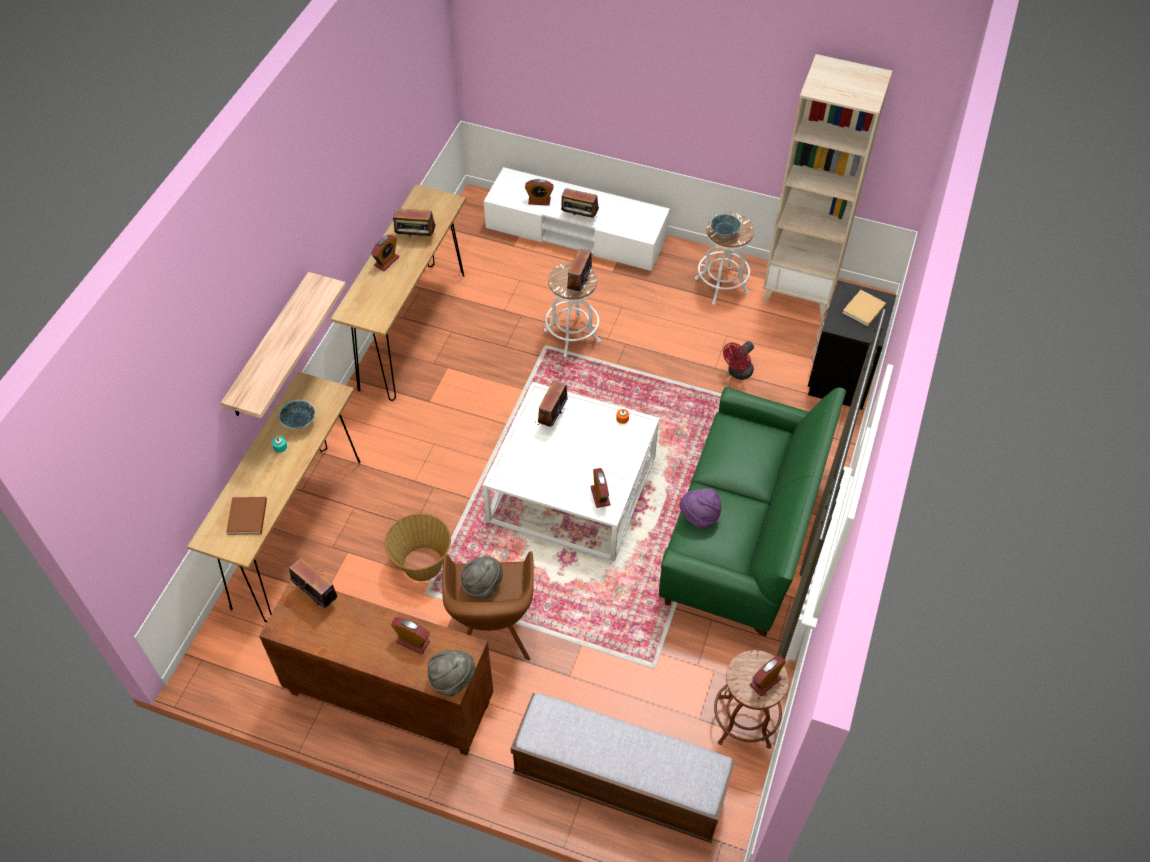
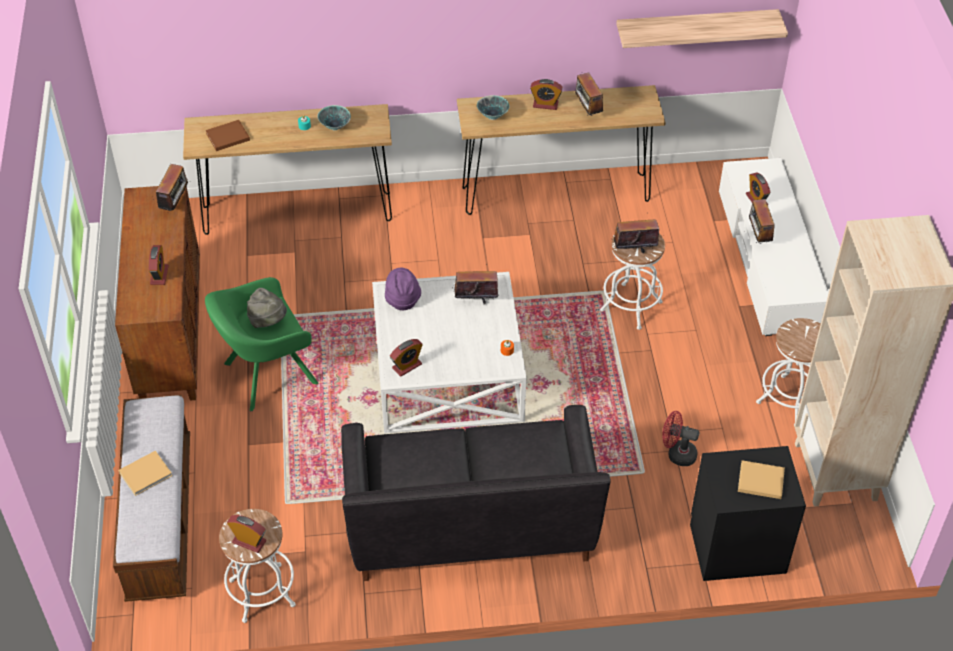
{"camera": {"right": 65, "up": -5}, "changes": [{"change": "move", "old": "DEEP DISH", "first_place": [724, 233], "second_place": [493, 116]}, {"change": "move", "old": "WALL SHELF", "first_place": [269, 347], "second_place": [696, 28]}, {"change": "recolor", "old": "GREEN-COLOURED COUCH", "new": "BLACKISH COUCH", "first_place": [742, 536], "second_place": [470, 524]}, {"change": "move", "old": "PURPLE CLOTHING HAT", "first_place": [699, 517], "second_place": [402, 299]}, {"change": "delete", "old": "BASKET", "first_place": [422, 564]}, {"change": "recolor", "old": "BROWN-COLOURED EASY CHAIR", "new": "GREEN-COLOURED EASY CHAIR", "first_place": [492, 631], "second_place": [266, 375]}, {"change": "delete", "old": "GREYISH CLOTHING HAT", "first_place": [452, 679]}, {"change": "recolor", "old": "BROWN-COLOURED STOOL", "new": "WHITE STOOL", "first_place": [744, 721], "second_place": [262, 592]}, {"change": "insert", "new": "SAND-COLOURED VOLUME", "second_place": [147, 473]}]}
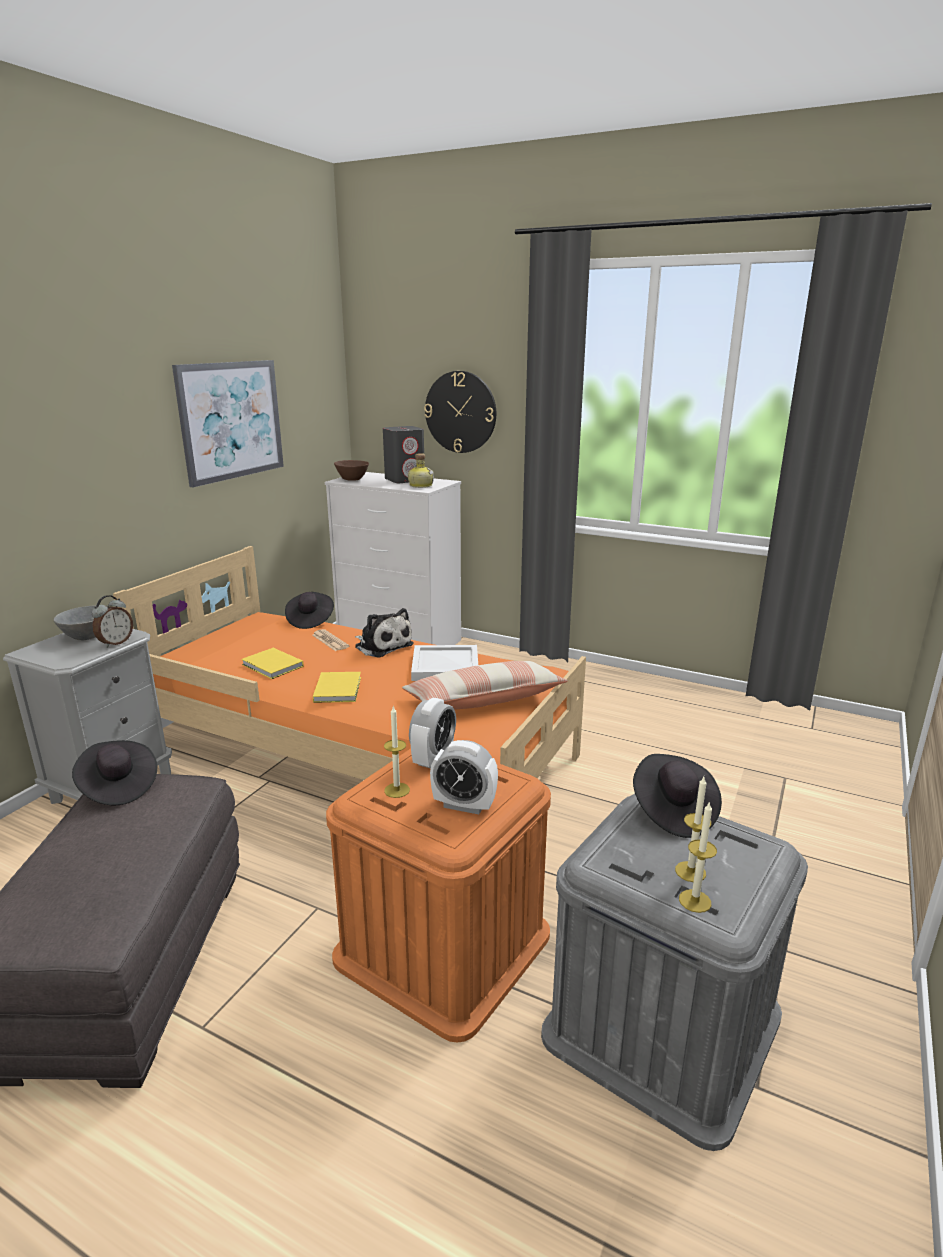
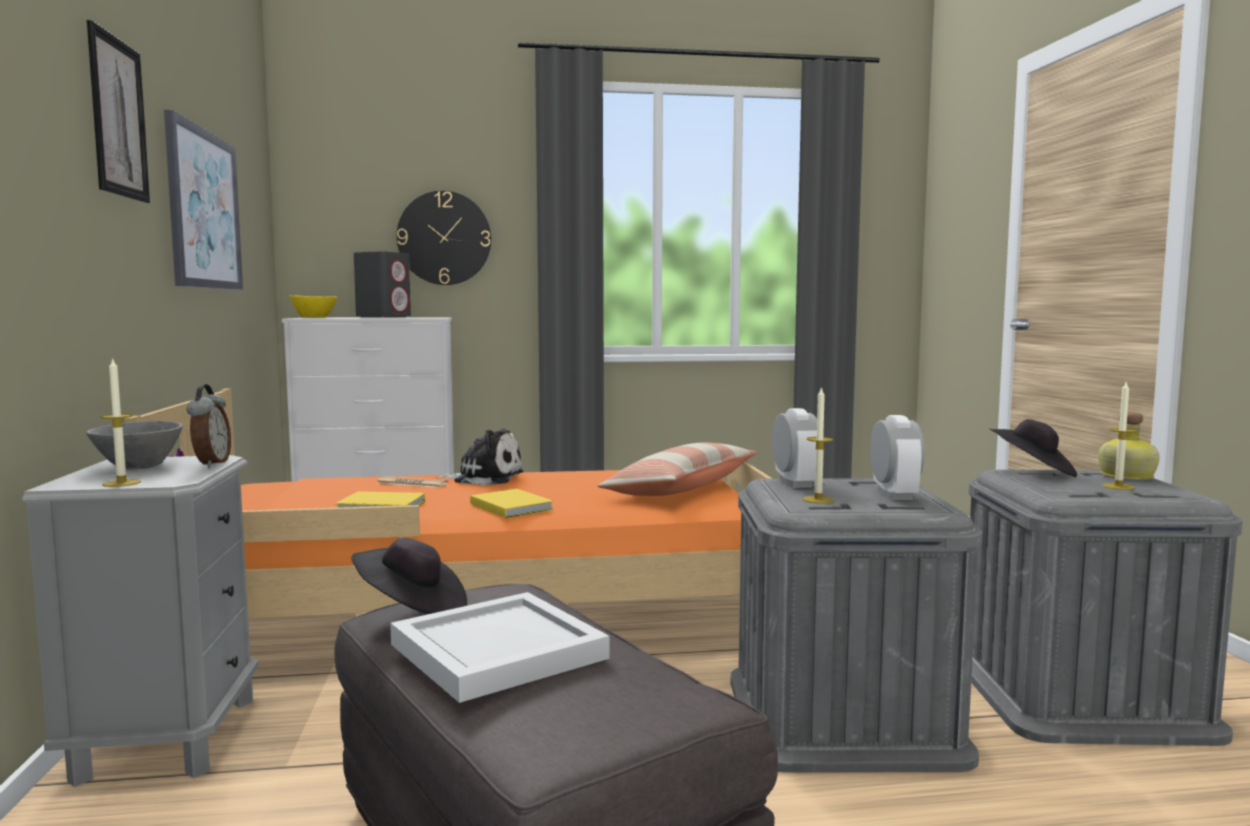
{"camera": {"right": -35, "up": -15}, "changes": [{"change": "move", "old": "DRINK BOTTLE", "first_place": [420, 485], "second_place": [1124, 476]}, {"change": "recolor", "old": "BROWN-COLOURED DEEP DISH", "new": "YELLOW-COLOURED DEEP DISH", "first_place": [352, 479], "second_place": [314, 317]}, {"change": "delete", "old": "BLACKISH CLOTHING HAT", "first_place": [310, 620]}, {"change": "move", "old": "WHITE SERVING TRAY", "first_place": [444, 666], "second_place": [494, 651]}, {"change": "rotate", "old": "BEDSIDE CLOCK", "first_place": [464, 805], "second_place": [894, 495], "degrees": -75}, {"change": "recolor", "old": "ORANGE-COLOURED STORAGE CONTAINER", "new": "GREYISH STORAGE CONTAINER", "first_place": [443, 945], "second_place": [842, 717]}, {"change": "move", "old": "CANDLE", "first_place": [694, 901], "second_place": [121, 483]}, {"change": "insert", "new": "PICTURE", "second_place": [118, 118]}]}
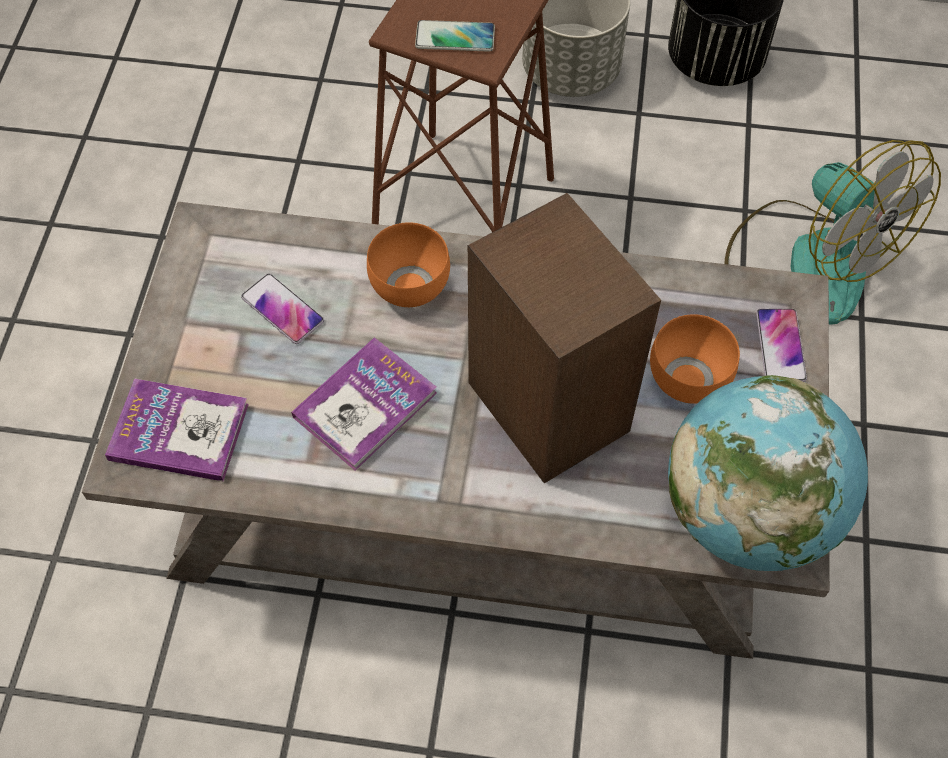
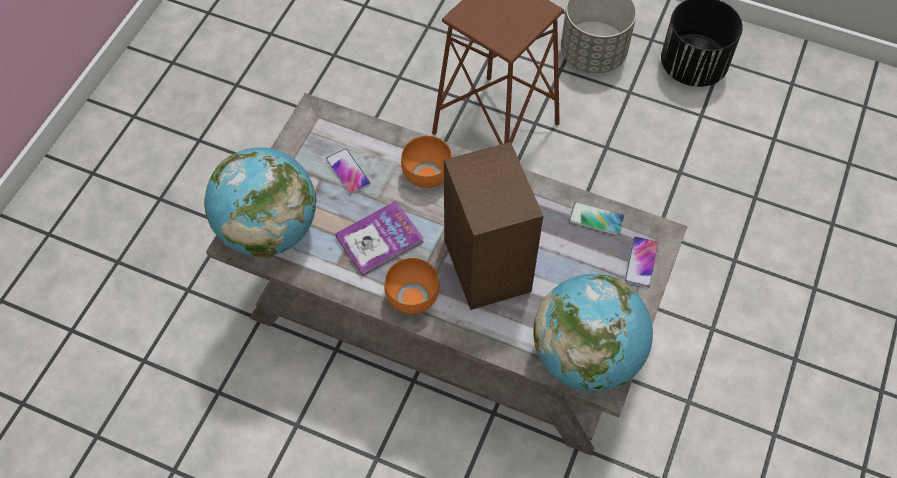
{"camera": {"right": 15, "up": 0}, "changes": [{"change": "move", "old": "PHONE", "first_place": [455, 37], "second_place": [596, 219]}, {"change": "delete", "old": "ELECTRIC FAN", "first_place": [809, 259]}, {"change": "move", "old": "ORANGE-COLOURED DEEP DISH", "first_place": [691, 381], "second_place": [414, 299]}, {"change": "replace", "old": "VOLUME", "new": "GLOBE", "first_place": [179, 431], "second_place": [269, 230]}]}
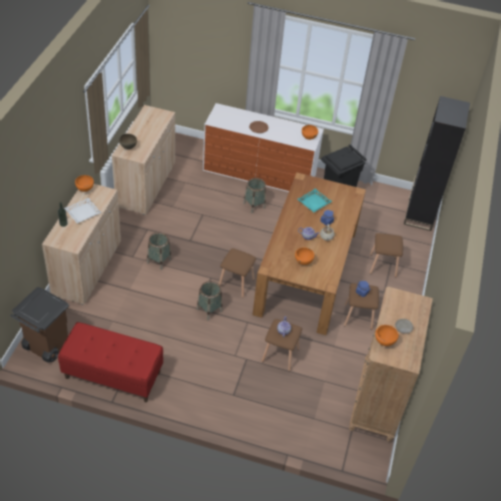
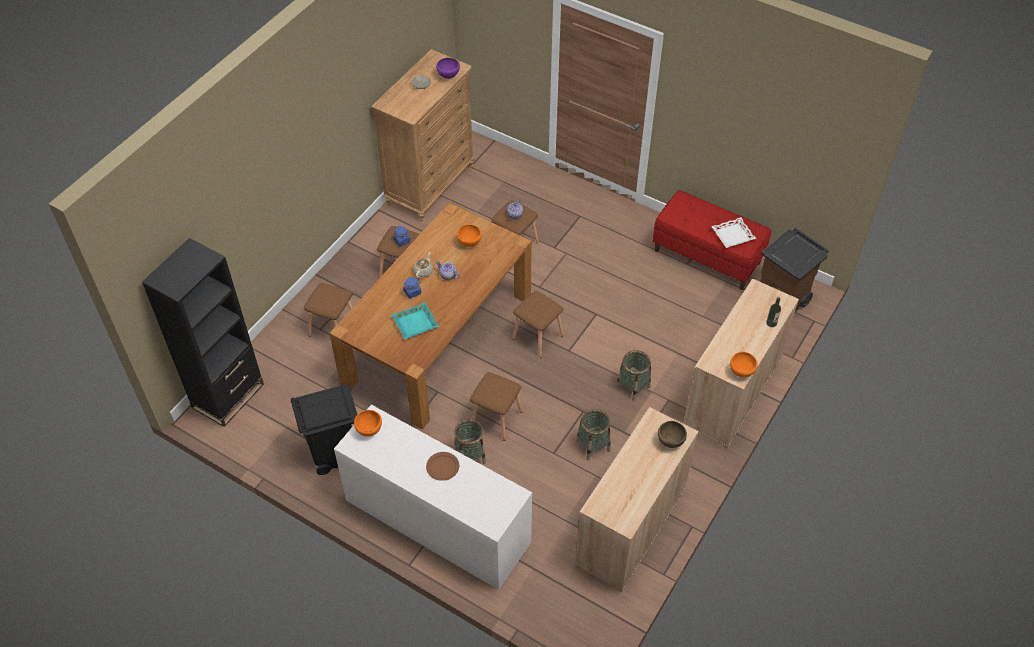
{"camera": {"right": -160, "up": 5}, "changes": [{"change": "move", "old": "WHITE SERVING TRAY", "first_place": [83, 213], "second_place": [732, 235]}, {"change": "move", "old": "BASKET", "first_place": [209, 310], "second_place": [593, 445]}, {"change": "recolor", "old": "ORANGE-COLOURED DEEP DISH", "new": "PURPLE DEEP DISH", "first_place": [384, 342], "second_place": [448, 76]}, {"change": "insert", "new": "BROWN-COLOURED STOOL", "second_place": [496, 419]}]}
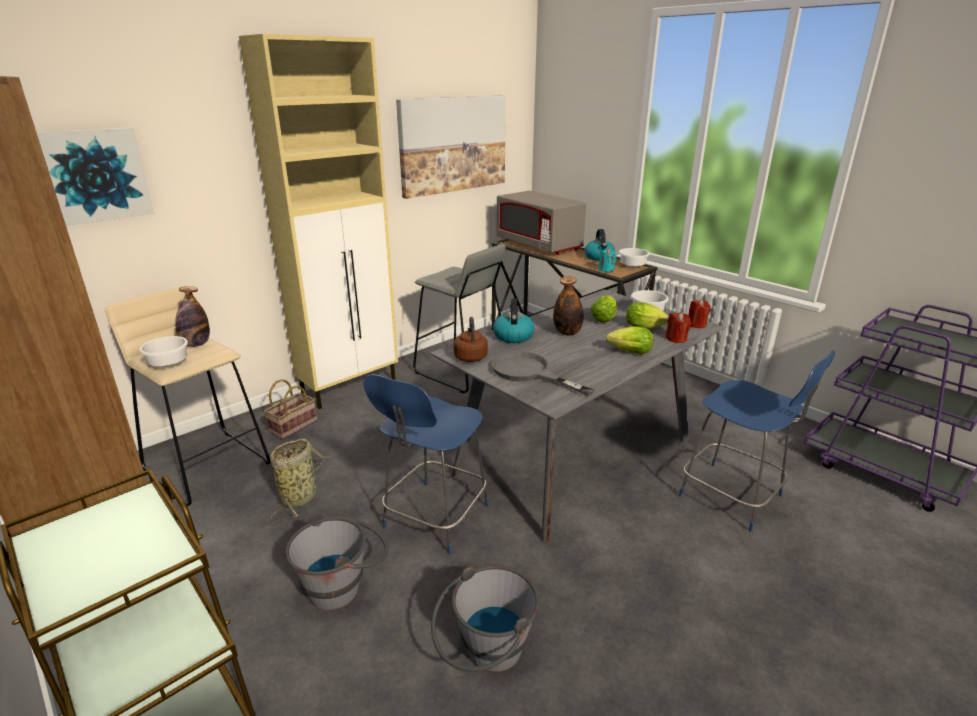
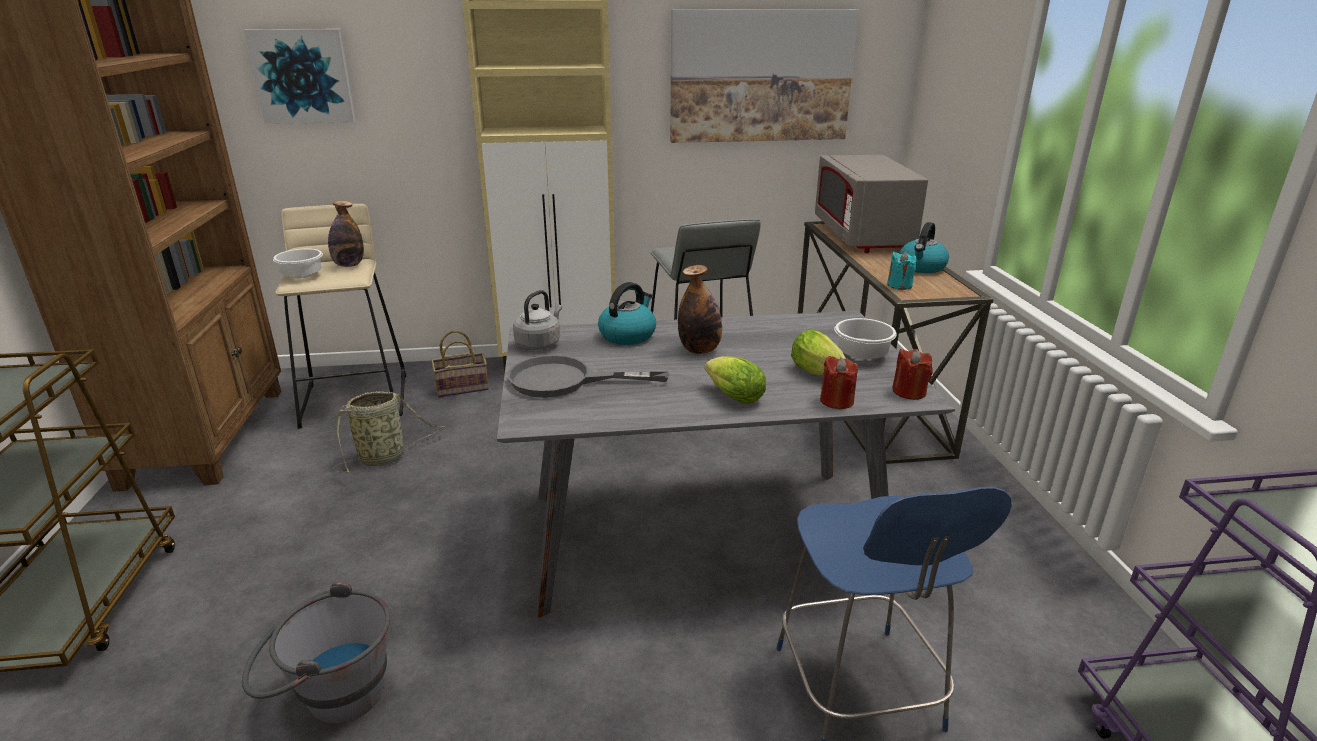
{"camera": {"right": 35, "up": 0}, "changes": [{"change": "delete", "old": "WHITE DEEP DISH", "first_place": [631, 266]}, {"change": "delete", "old": "HEAD OF LETTUCE", "first_place": [604, 318]}, {"change": "recolor", "old": "BROWN-COLOURED KETTLE", "new": "GREYISH KETTLE", "first_place": [470, 356], "second_place": [539, 344]}, {"change": "rotate", "old": "GREYISH FRYING PAN", "first_place": [529, 372], "second_place": [565, 380], "degrees": -75}, {"change": "delete", "old": "BLUISH UPRIGHT CHAIR", "first_place": [434, 518]}, {"change": "delete", "old": "GREYISH BUCKET", "first_place": [344, 585]}]}
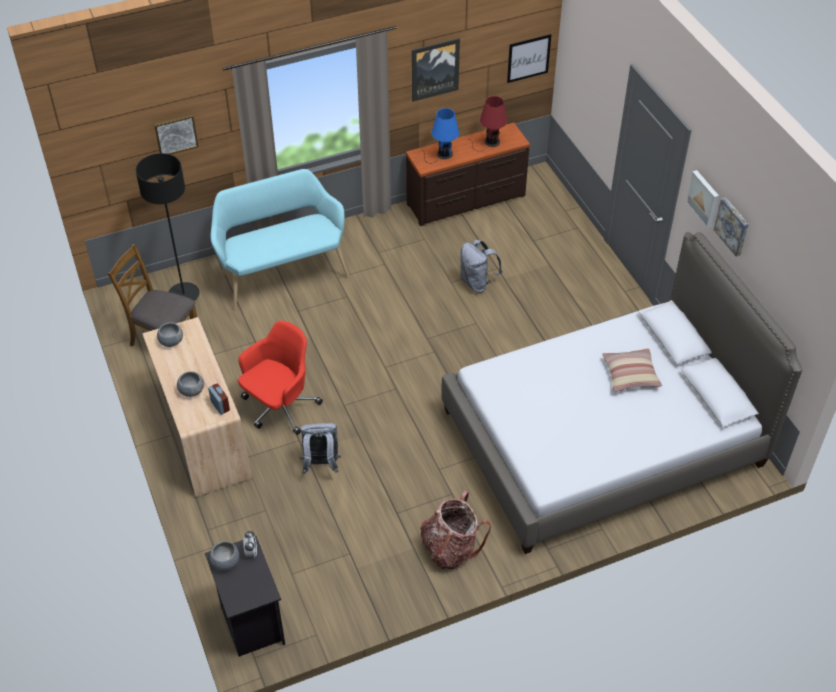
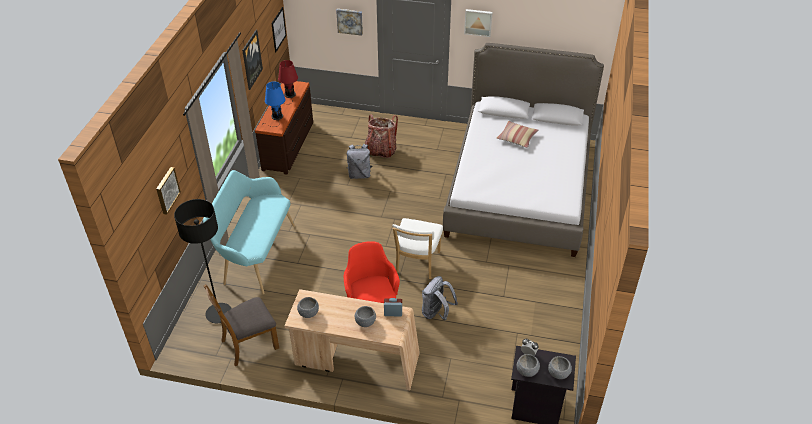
{"camera": {"right": -55, "up": -5}, "changes": [{"change": "move", "old": "PICTURE", "first_place": [733, 226], "second_place": [350, 21]}, {"change": "move", "old": "RUCKSACK", "first_place": [450, 548], "second_place": [381, 150]}, {"change": "insert", "new": "WHITE UPRIGHT CHAIR", "second_place": [416, 264]}, {"change": "insert", "new": "GREYISH DEEP DISH", "second_place": [558, 373]}]}
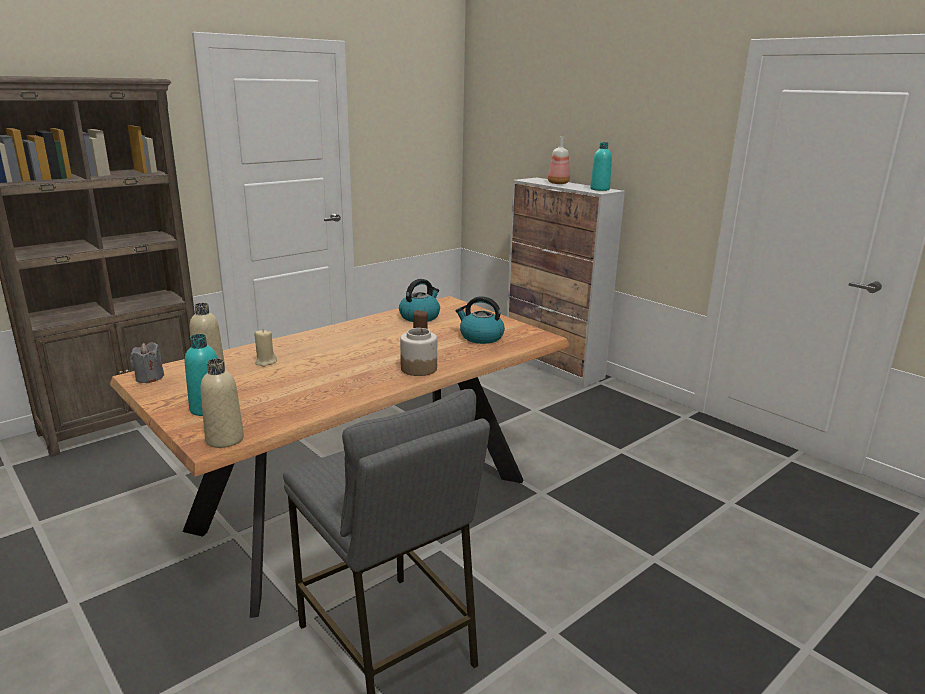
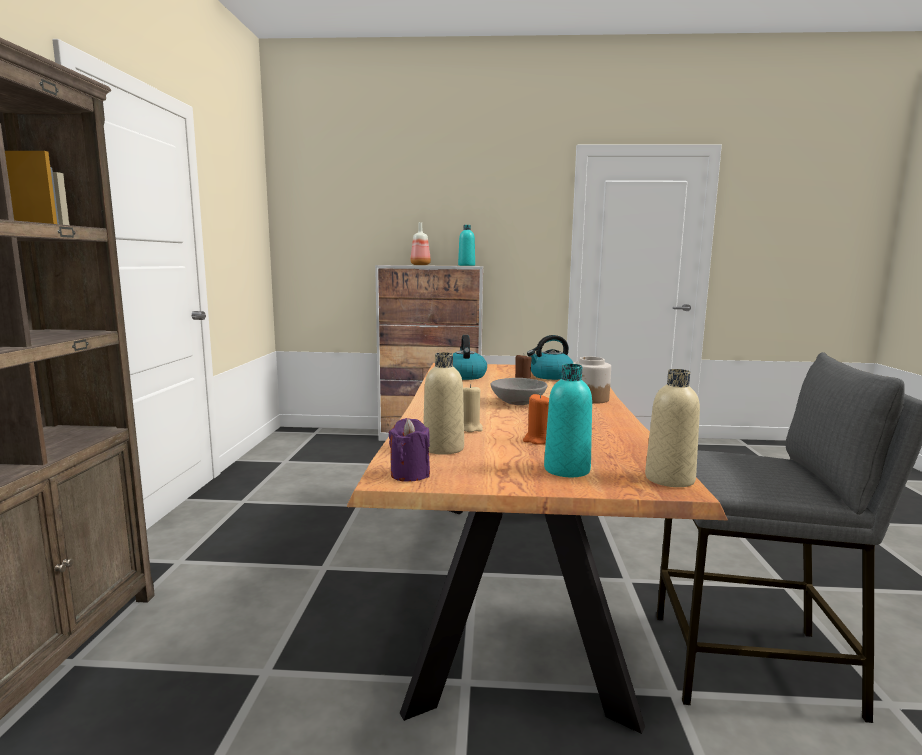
{"camera": {"right": -45, "up": -10}, "changes": [{"change": "recolor", "old": "GREYISH CANDLE", "new": "PURPLE CANDLE", "first_place": [149, 378], "second_place": [410, 474]}, {"change": "insert", "new": "GREYISH DEEP DISH", "second_place": [518, 403]}, {"change": "insert", "new": "ORANGE-COLOURED CANDLE", "second_place": [538, 440]}]}
